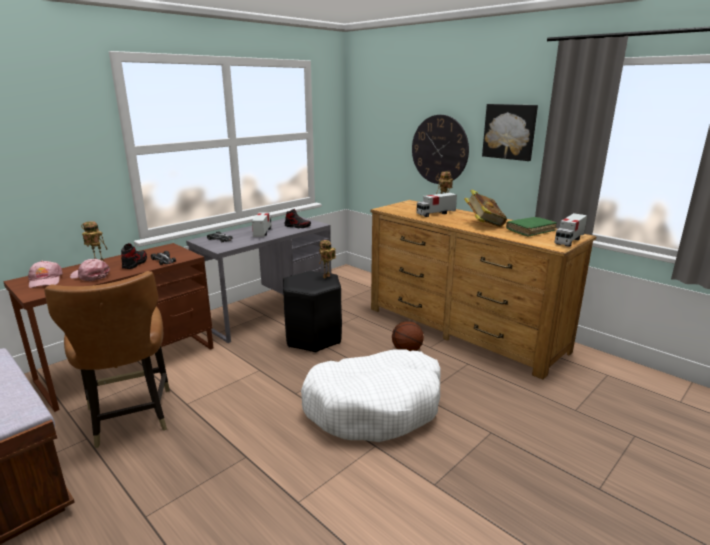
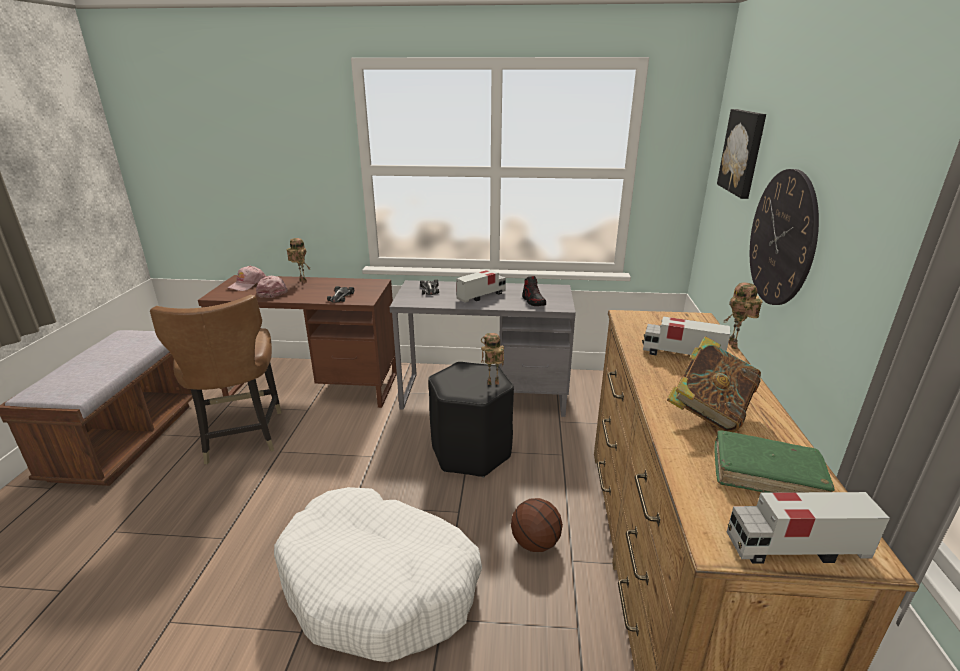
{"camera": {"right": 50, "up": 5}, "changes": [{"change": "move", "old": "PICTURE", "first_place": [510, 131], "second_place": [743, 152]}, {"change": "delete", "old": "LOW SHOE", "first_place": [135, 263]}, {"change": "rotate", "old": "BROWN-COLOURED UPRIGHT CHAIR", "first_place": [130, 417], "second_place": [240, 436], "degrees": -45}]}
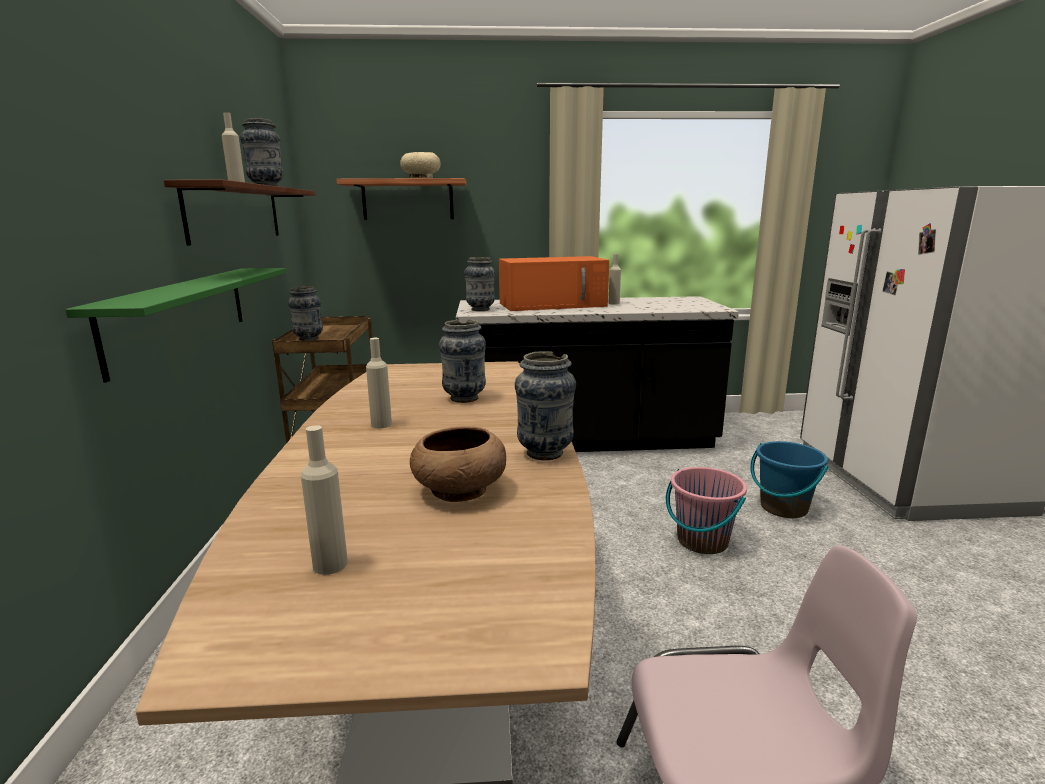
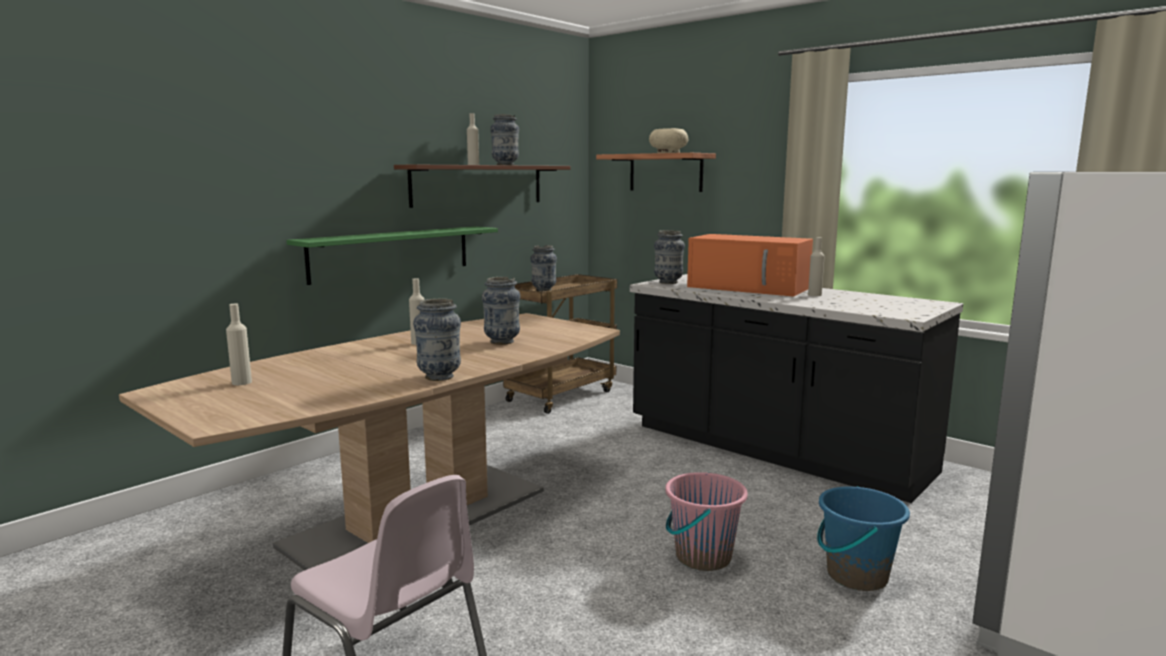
{"camera": {"right": 45, "up": -5}, "changes": [{"change": "delete", "old": "BROWN-COLOURED DEEP DISH", "first_place": [458, 490]}]}
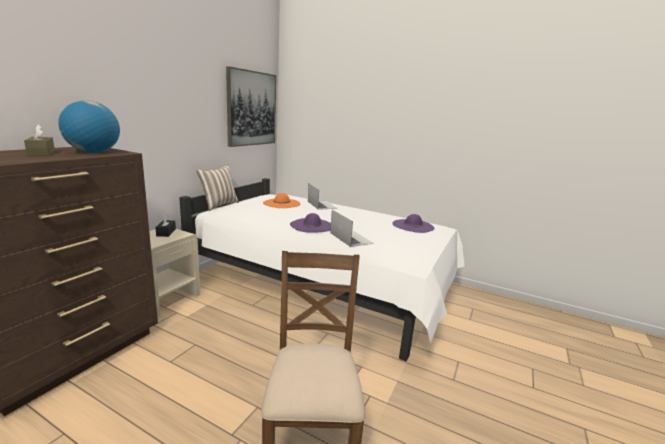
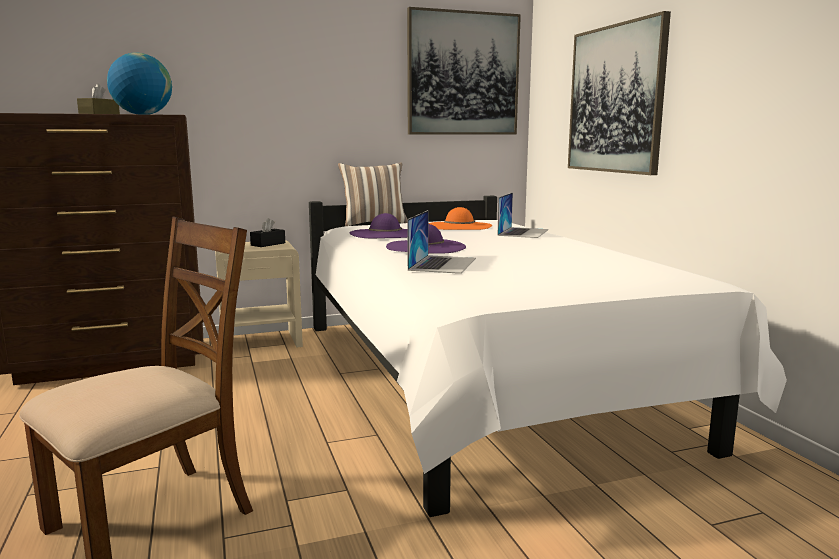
{"camera": {"right": 45, "up": -5}, "changes": [{"change": "move", "old": "PURPLE CLOTHING HAT", "first_place": [413, 226], "second_place": [385, 234]}, {"change": "insert", "new": "PICTURE", "second_place": [615, 99]}]}
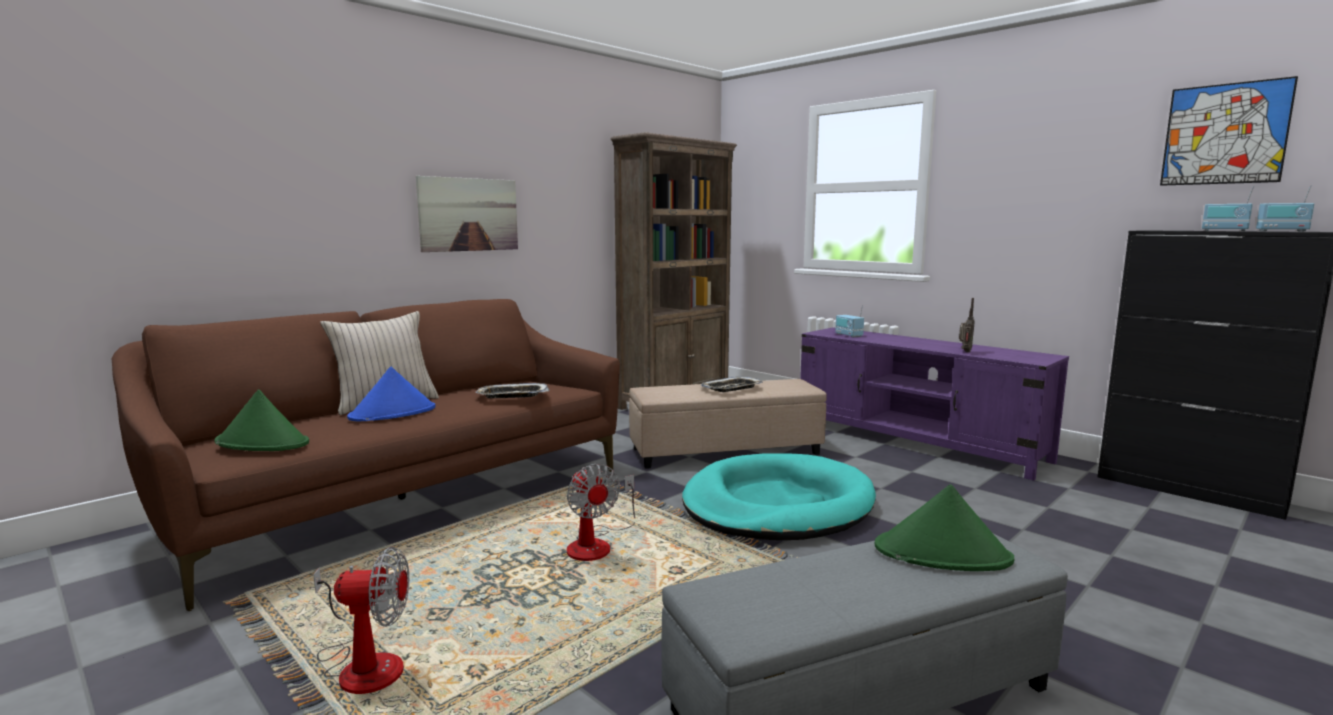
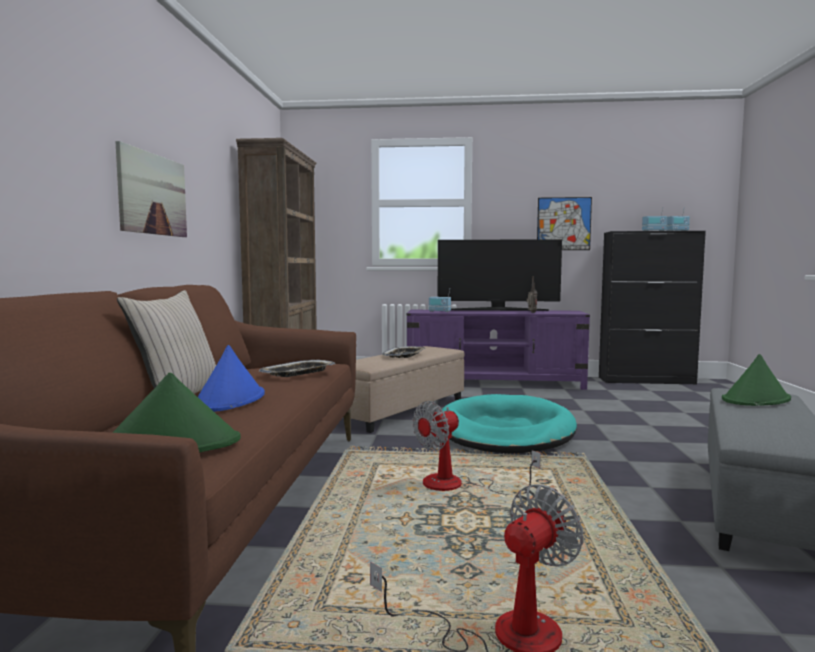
{"camera": {"right": -40, "up": -5}, "changes": [{"change": "move", "old": "PICTURE", "first_place": [1225, 134], "second_place": [563, 224]}, {"change": "rotate", "old": "ELECTRIC FAN", "first_place": [597, 544], "second_place": [457, 486], "degrees": 120}, {"change": "insert", "new": "TELEVISION", "second_place": [498, 310]}]}
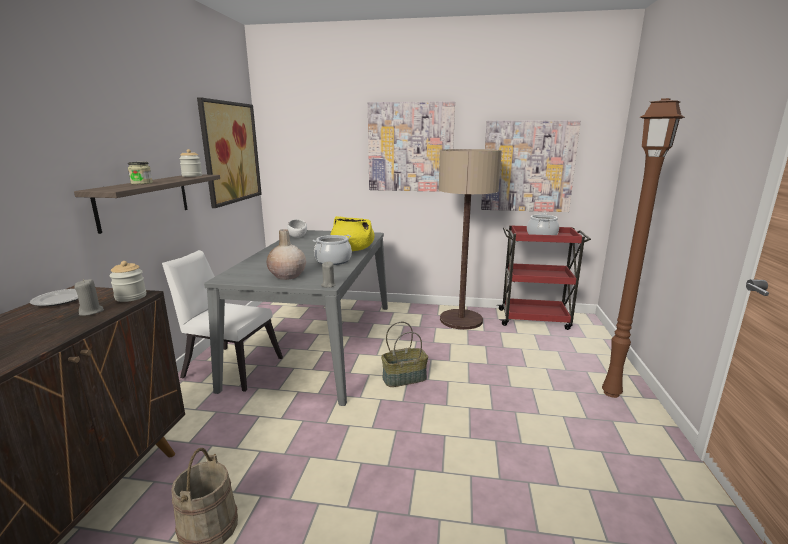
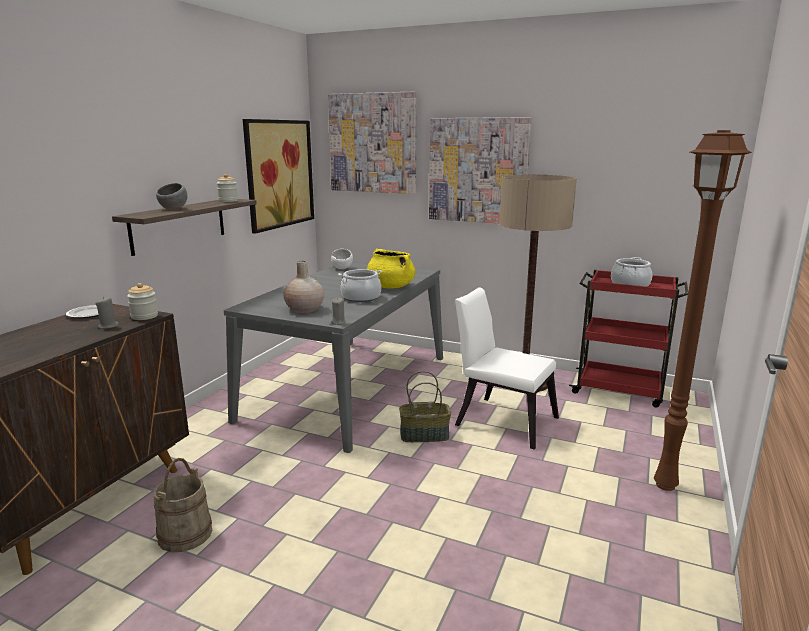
{"camera": {"right": 15, "up": 0}, "changes": [{"change": "move", "old": "PICTURE", "first_place": [527, 166], "second_place": [373, 143]}, {"change": "replace", "old": "JAR", "new": "GREYISH DEEP DISH", "first_place": [141, 183], "second_place": [174, 209]}, {"change": "move", "old": "WHITE UPRIGHT CHAIR", "first_place": [229, 366], "second_place": [501, 419]}]}
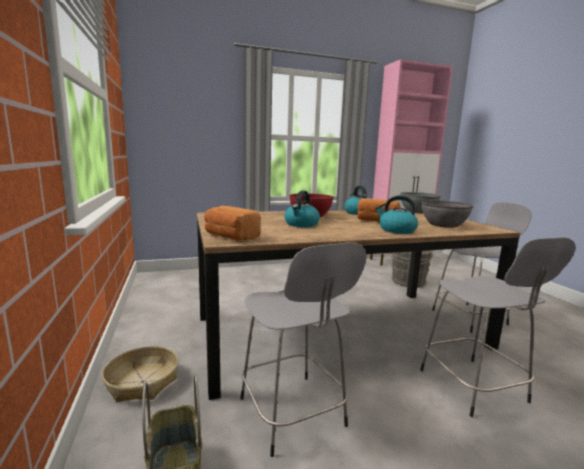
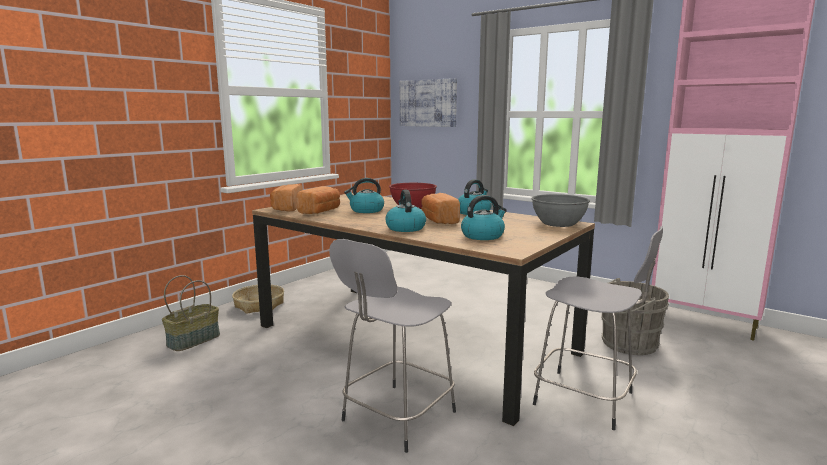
{"camera": {"right": 55, "up": 0}, "changes": [{"change": "replace", "old": "GREYISH DEEP DISH", "new": "KETTLE", "first_place": [443, 225], "second_place": [483, 236]}, {"change": "delete", "old": "GREYISH STOOL", "first_place": [293, 414]}, {"change": "insert", "new": "PICTURE", "second_place": [428, 103]}, {"change": "insert", "new": "BAKED BREAD", "second_place": [321, 211]}]}
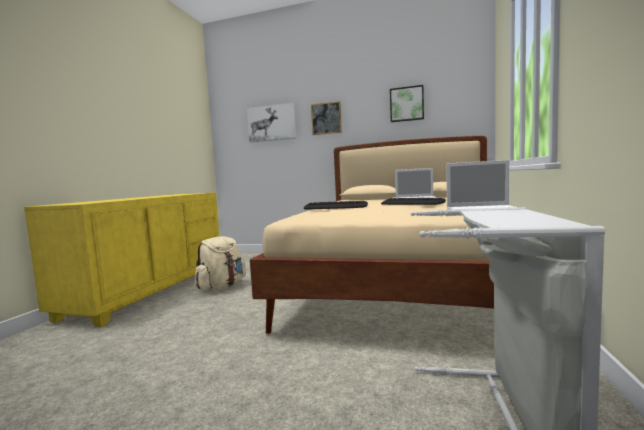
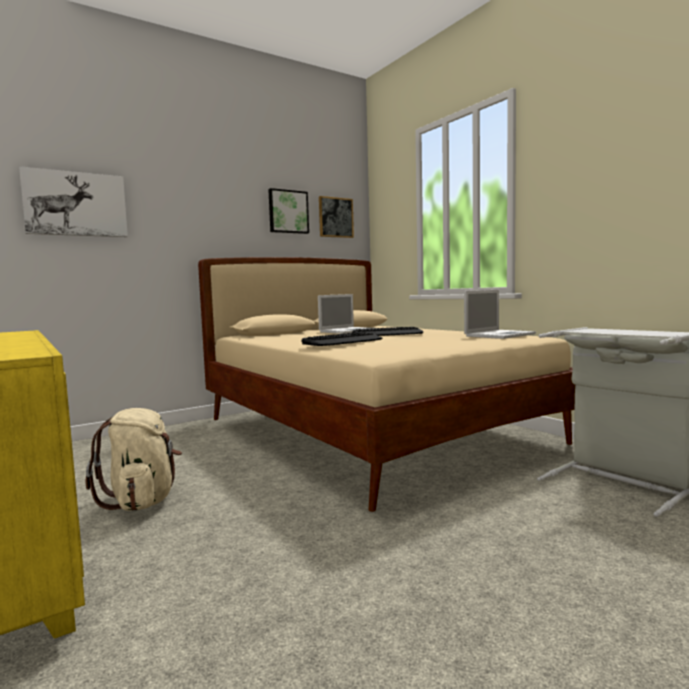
{"camera": {"right": -50, "up": 0}, "changes": [{"change": "move", "old": "PICTURE", "first_place": [326, 118], "second_place": [335, 217]}]}
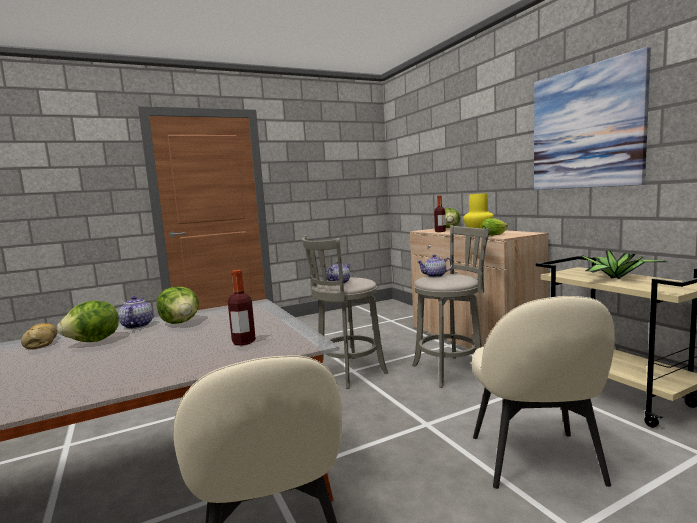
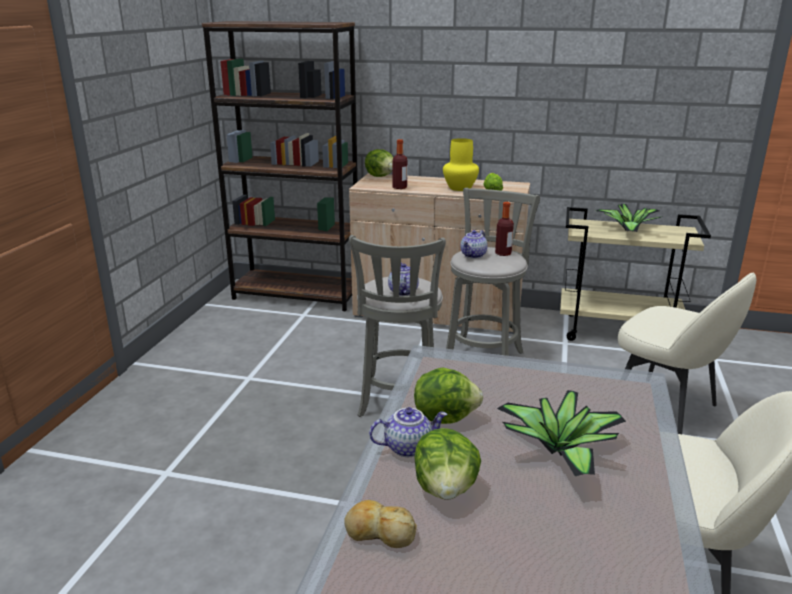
{"camera": {"right": -50, "up": 15}, "changes": [{"change": "delete", "old": "PICTURE", "first_place": [586, 128]}, {"change": "move", "old": "DRINK BOTTLE", "first_place": [243, 342], "second_place": [503, 253]}, {"change": "rotate", "old": "POT FOR TEA", "first_place": [136, 326], "second_place": [408, 447], "degrees": 135}, {"change": "insert", "new": "BROWN-COLOURED SHELVING UNIT", "second_place": [297, 295]}, {"change": "insert", "new": "POTTED PLANT", "second_place": [560, 451]}]}
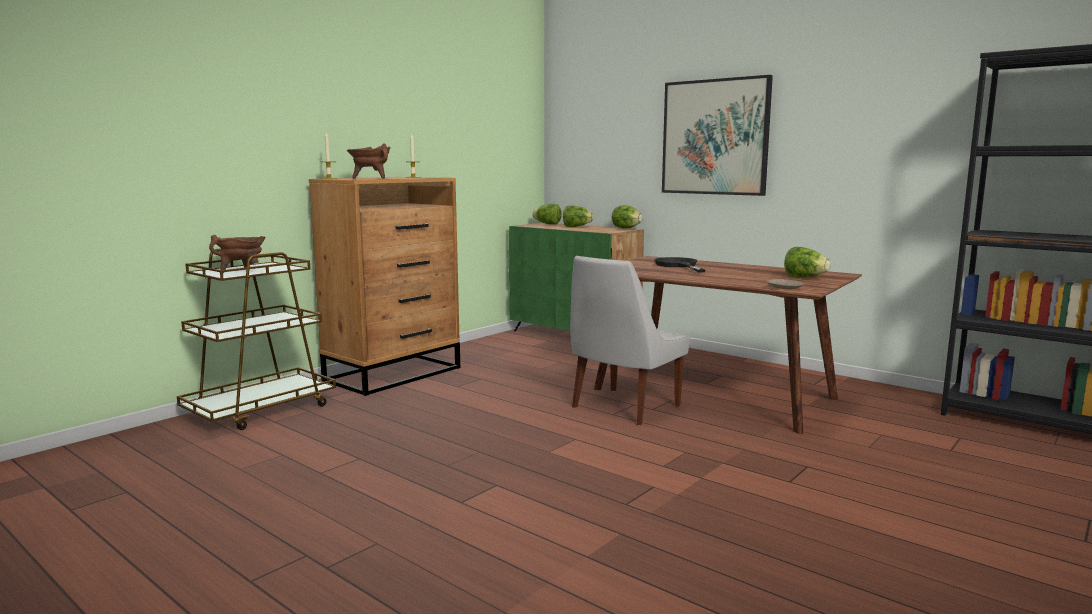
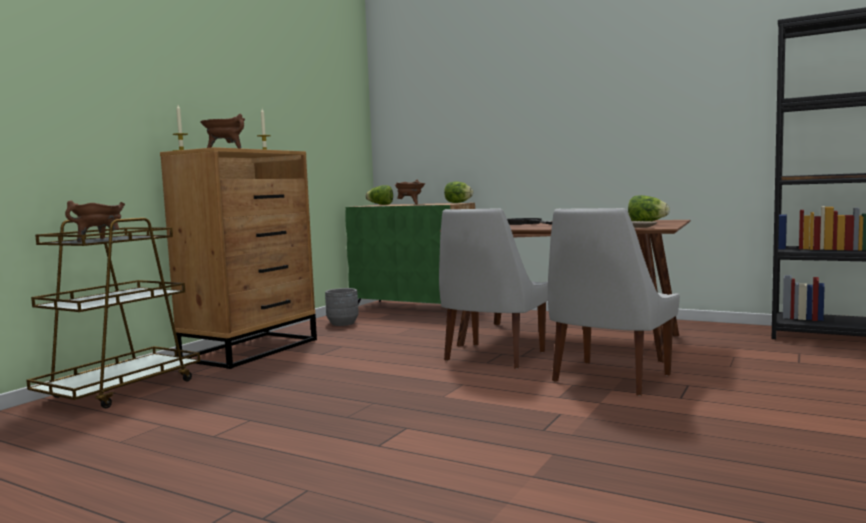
{"camera": {"right": -10, "up": -5}, "changes": [{"change": "delete", "old": "PICTURE", "first_place": [715, 137]}, {"change": "replace", "old": "HEAD OF LETTUCE", "new": "BROWN-COLOURED STOCKPOT", "first_place": [576, 227], "second_place": [410, 204]}, {"change": "insert", "new": "WHITE UPRIGHT CHAIR", "second_place": [609, 379]}, {"change": "insert", "new": "GREYISH PLANTER", "second_place": [343, 323]}]}
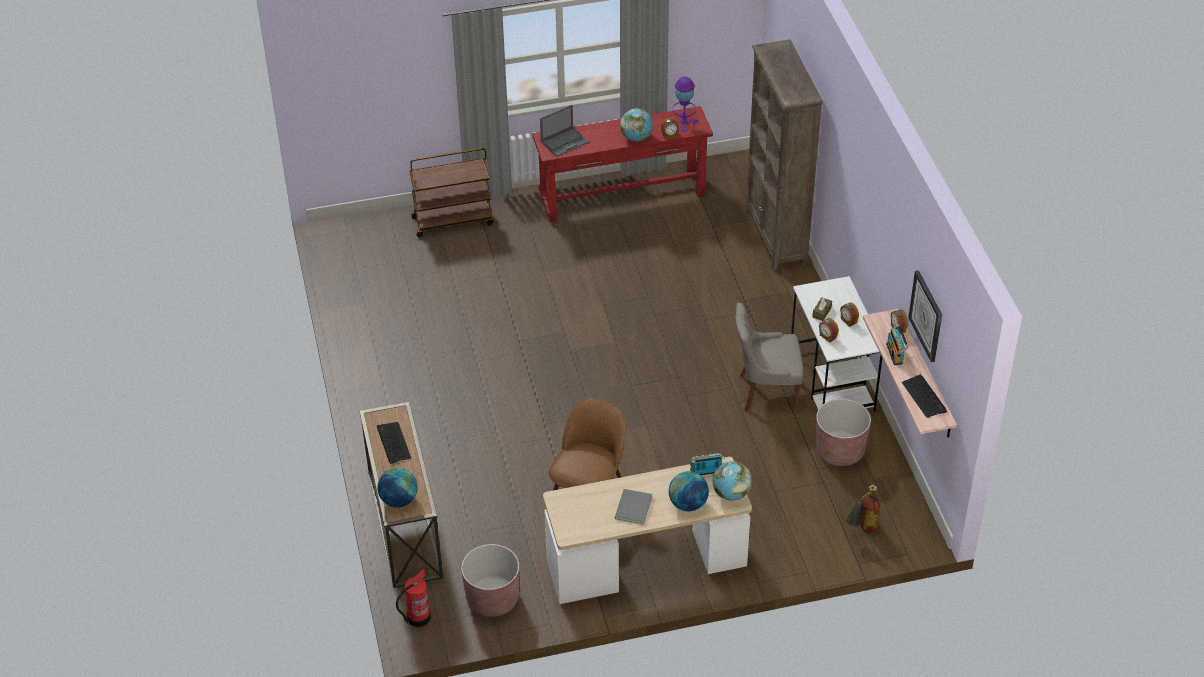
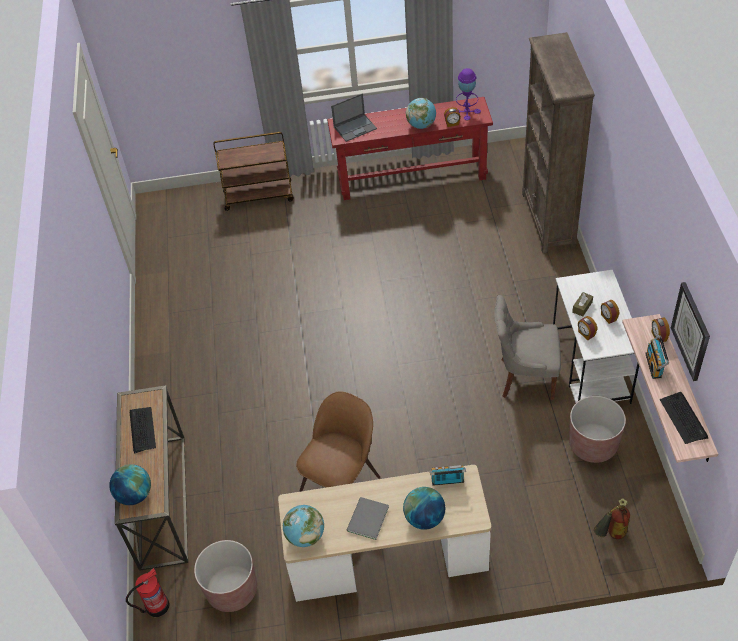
{"camera": {"right": 10, "up": 5}, "changes": [{"change": "move", "old": "GLOBE", "first_place": [731, 494], "second_place": [305, 536]}]}
